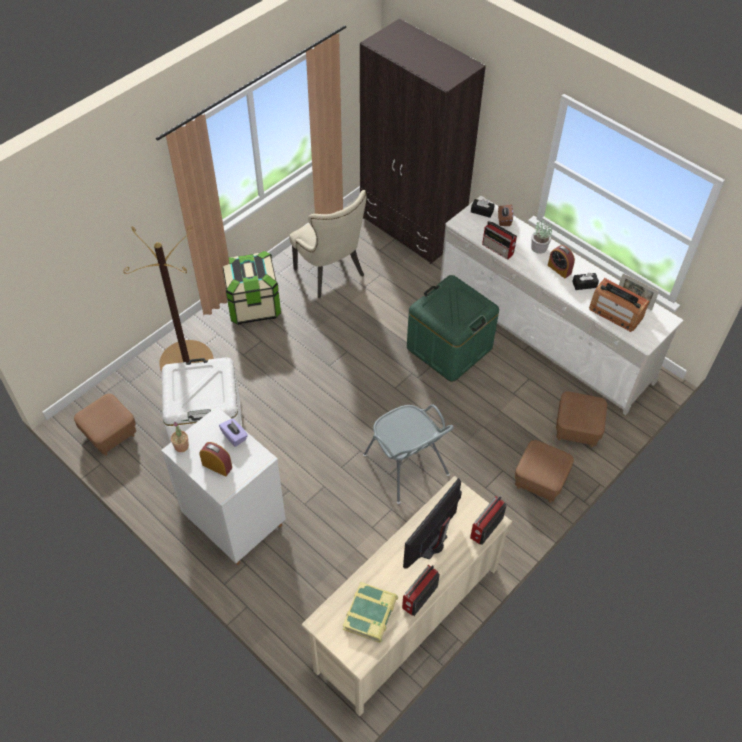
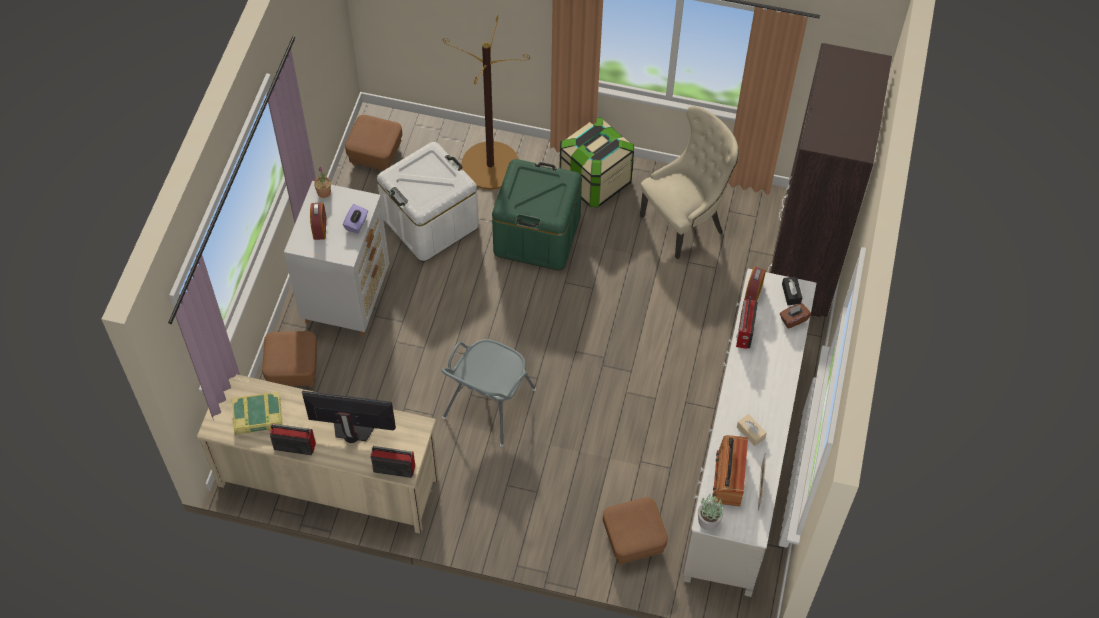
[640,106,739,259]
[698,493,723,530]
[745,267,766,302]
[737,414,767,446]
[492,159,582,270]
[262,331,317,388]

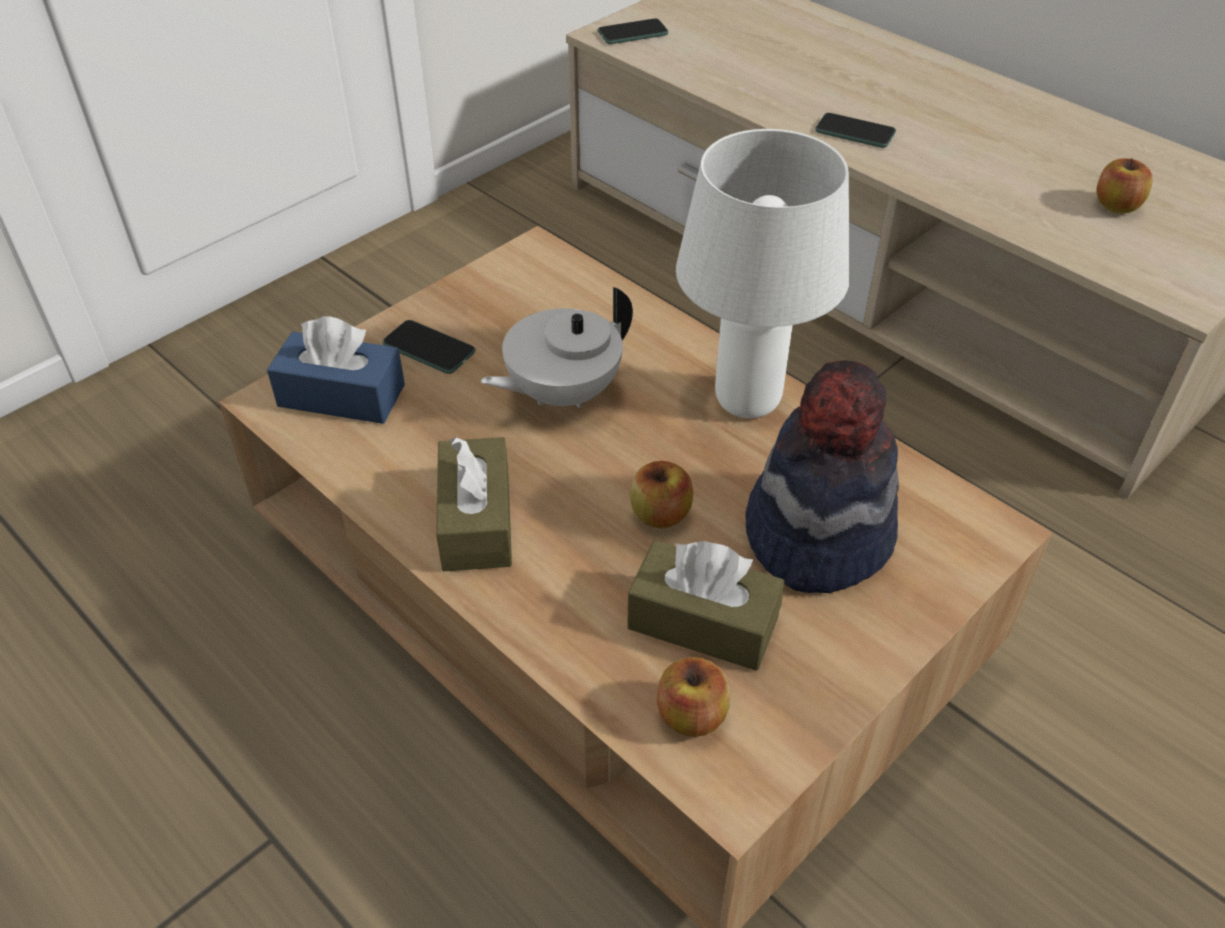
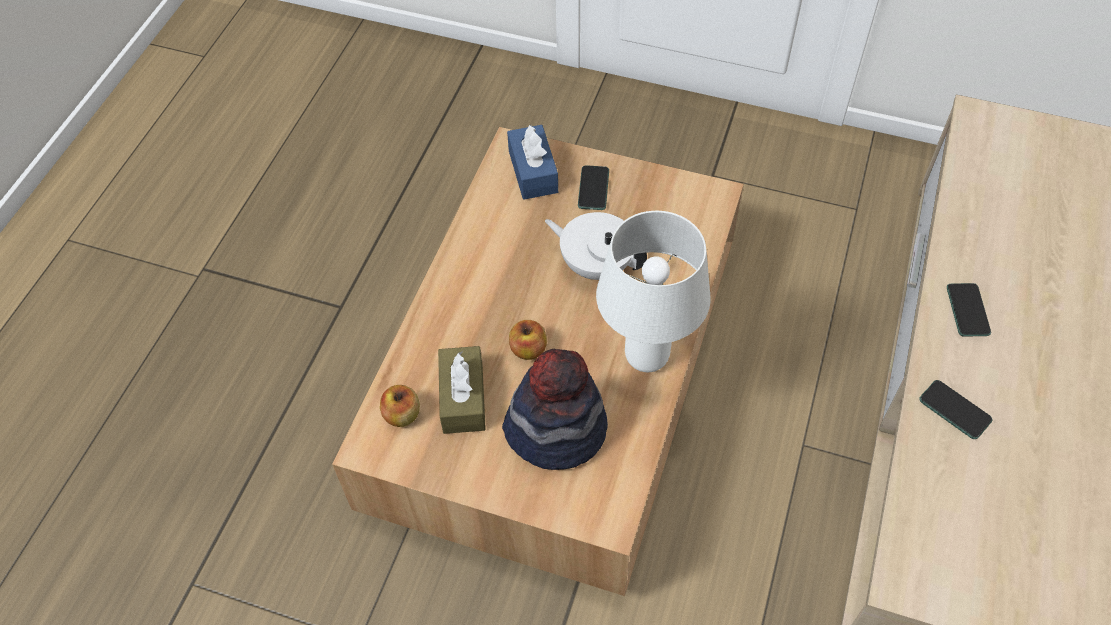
[919,380,993,439]
[1096,158,1153,214] (first image)
[436,437,512,571] (first image)

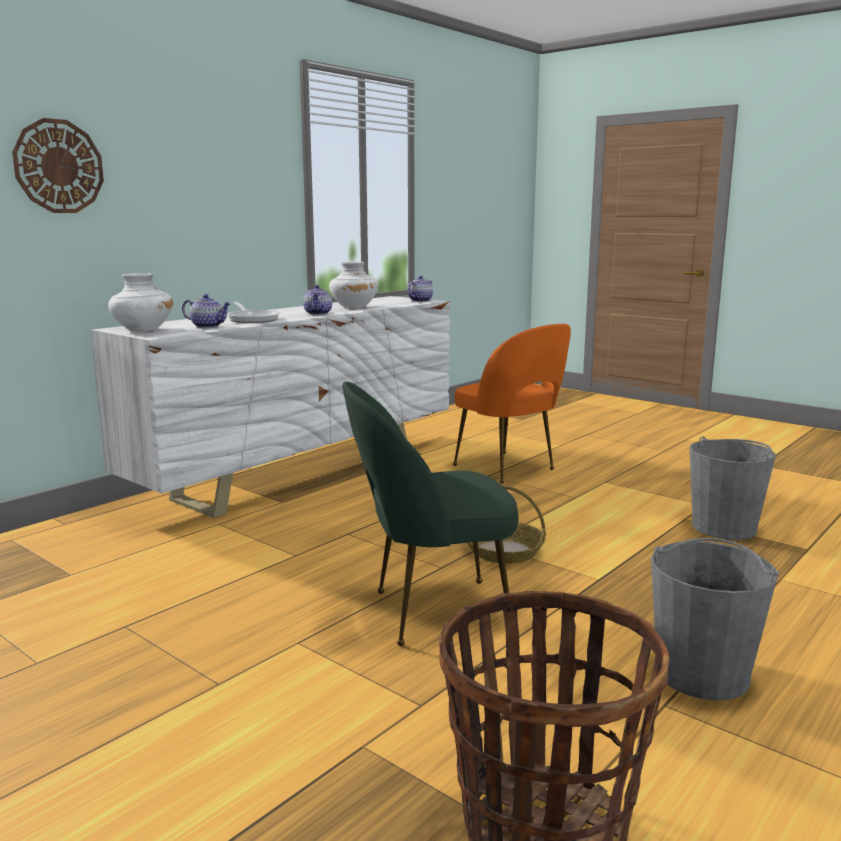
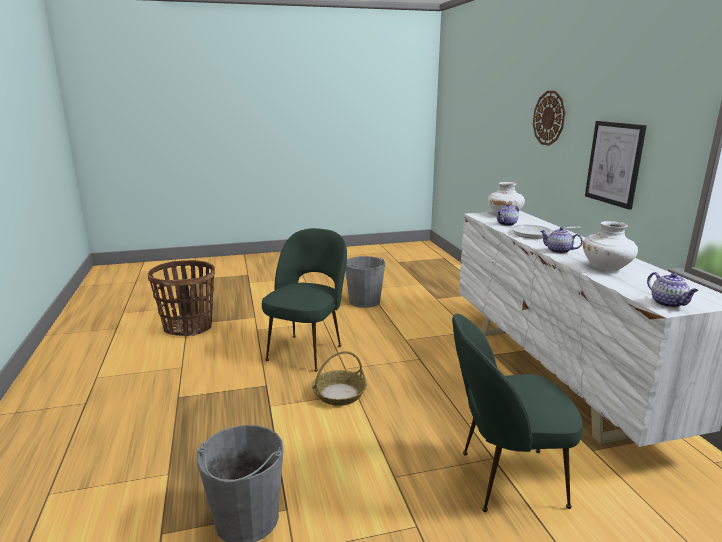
[452,314,583,512]
[345,256,385,308]
[585,121,647,210]

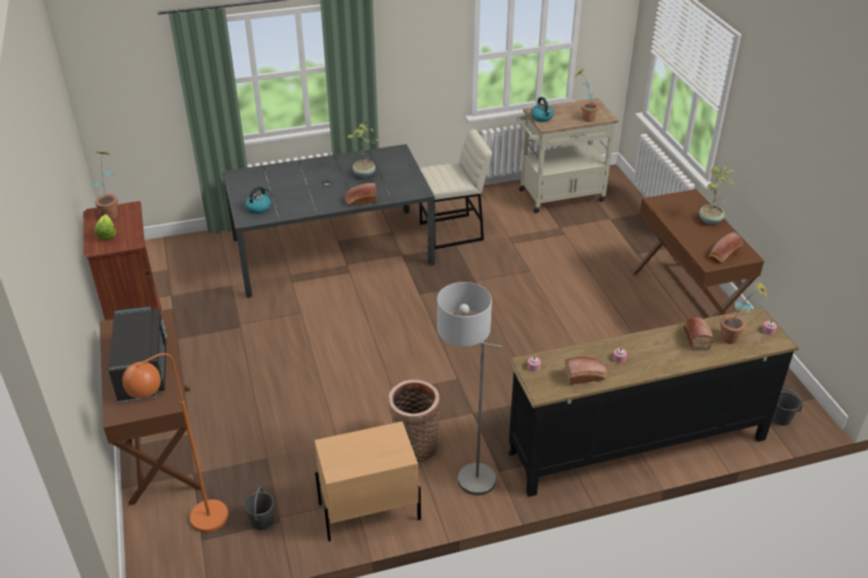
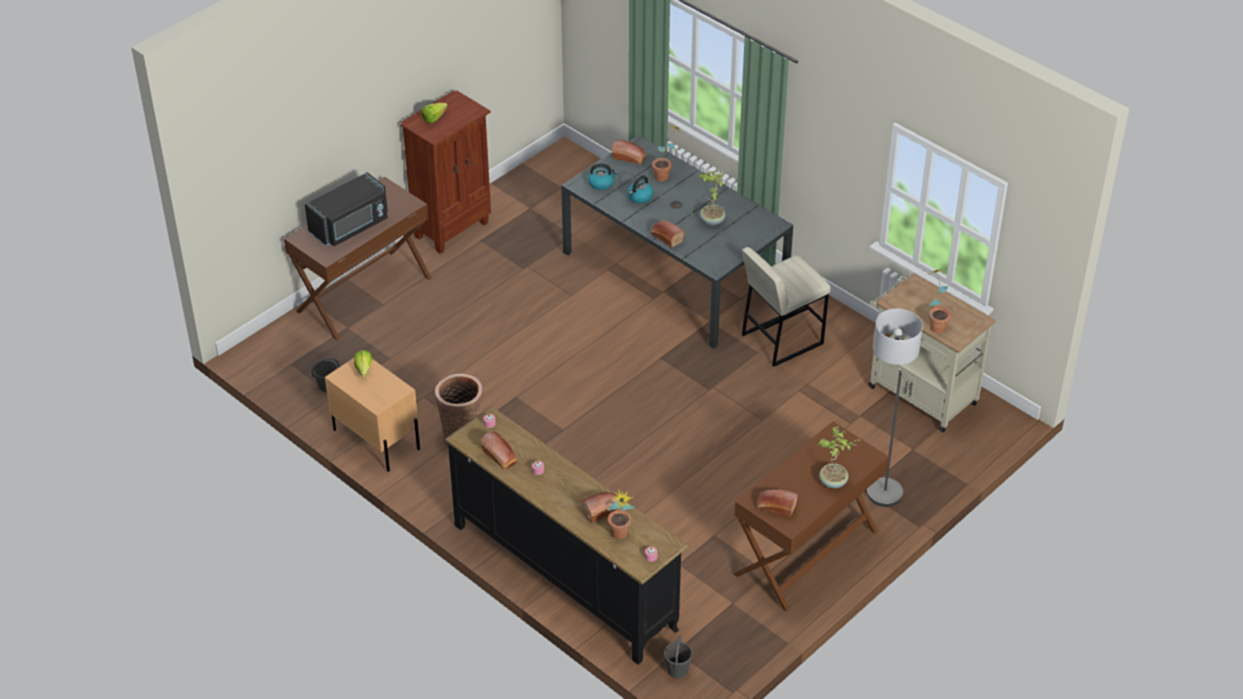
[627,175,653,203]
[742,247,831,367]
[652,123,682,181]
[867,309,923,507]
[122,353,228,533] (first image)
[612,140,646,164]
[354,350,373,378]

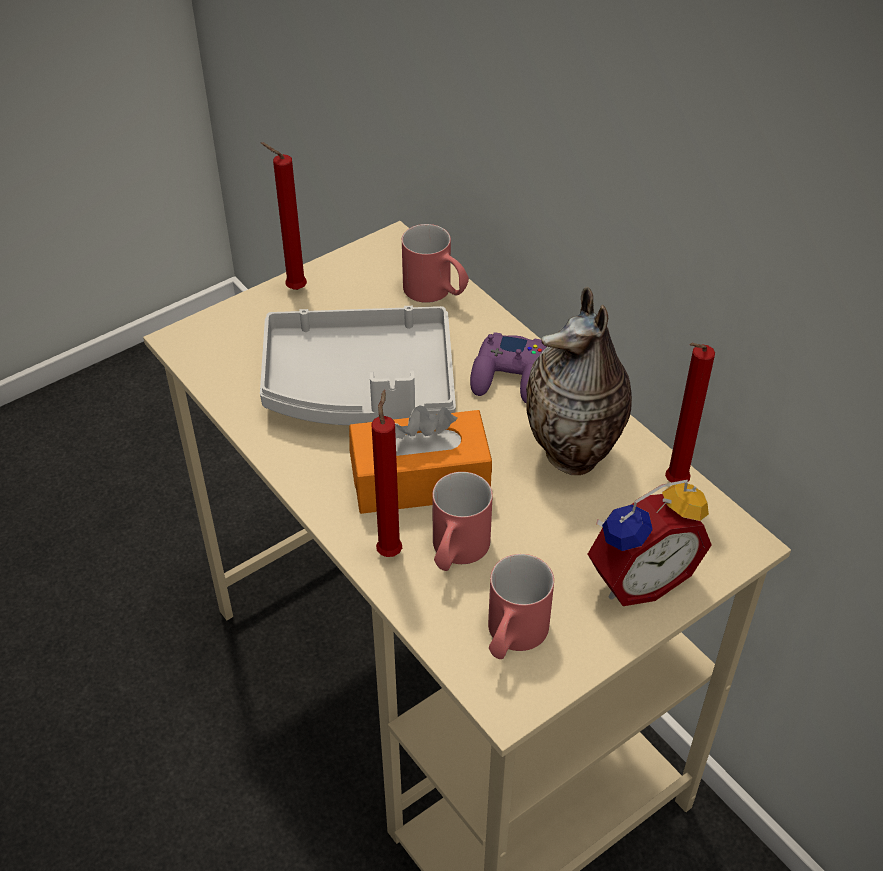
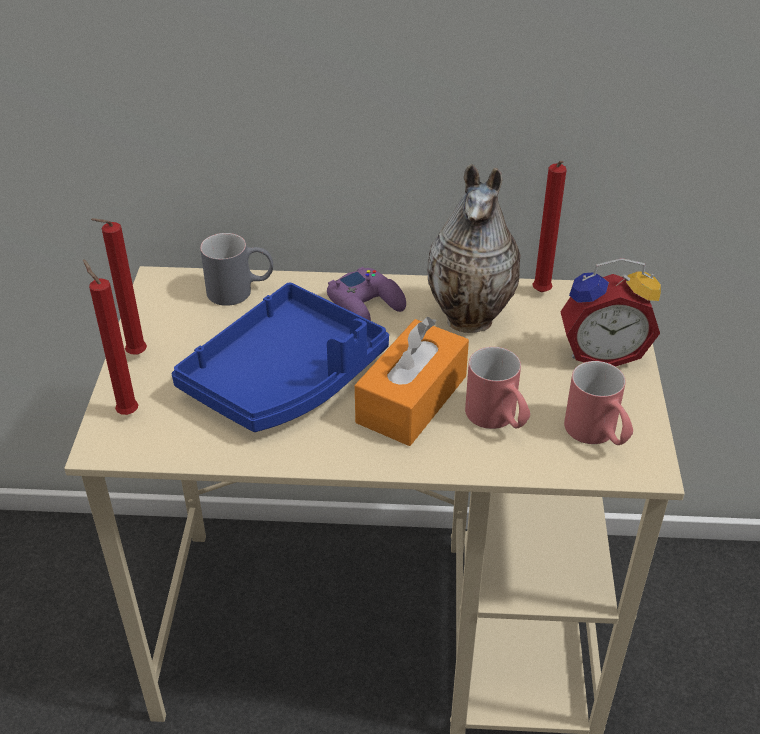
[200,233,273,306]
[172,282,389,432]
[83,259,138,415]
[560,258,661,367]

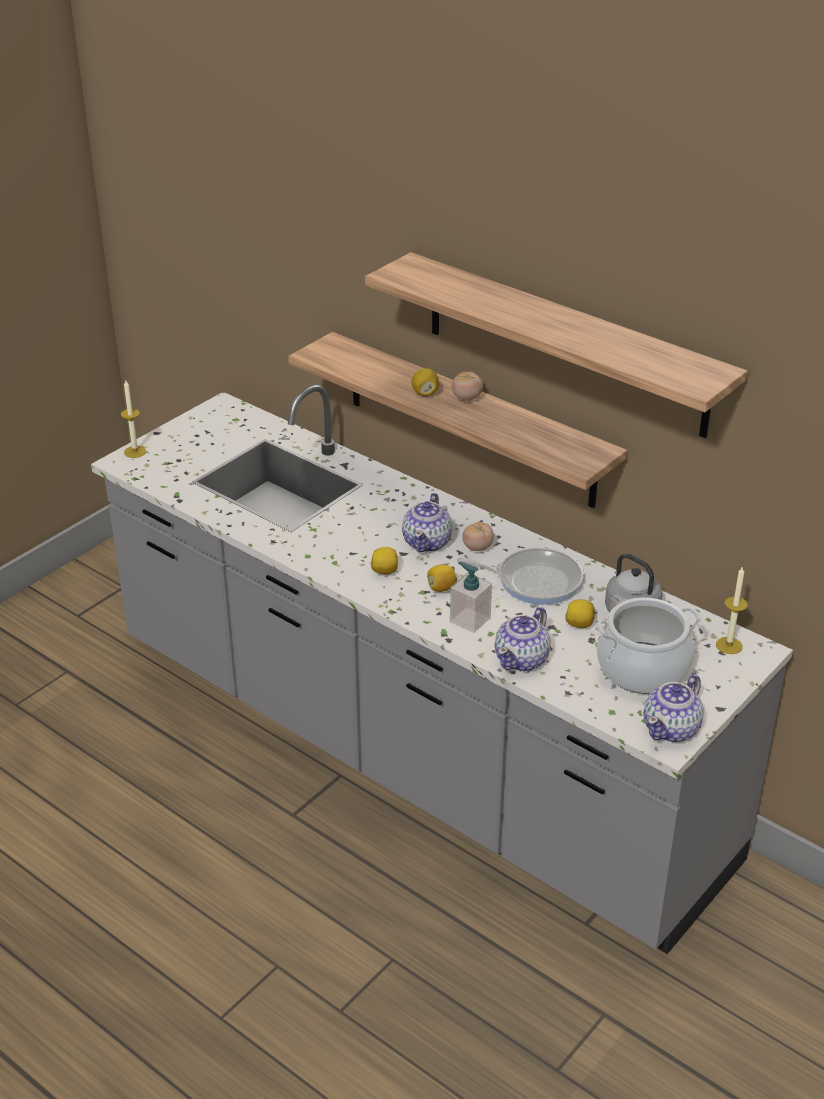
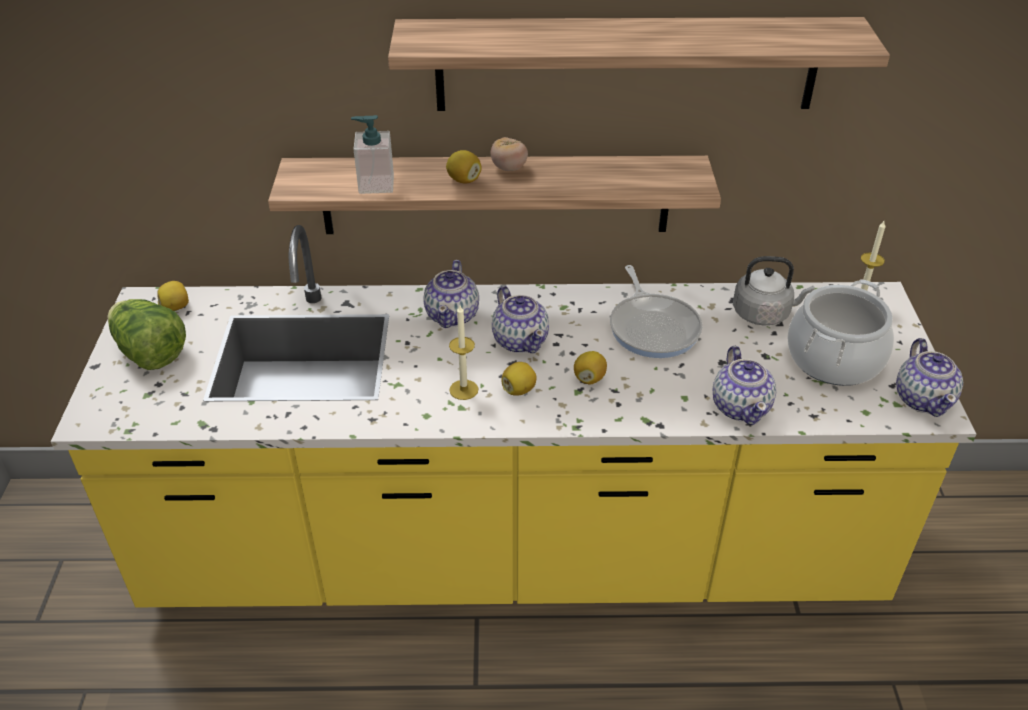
[449,305,478,400]
[51,225,976,607]
[462,522,494,551] (first image)
[610,265,702,358]
[351,115,394,194]
[157,281,189,311]
[423,260,479,328]
[107,299,186,370]

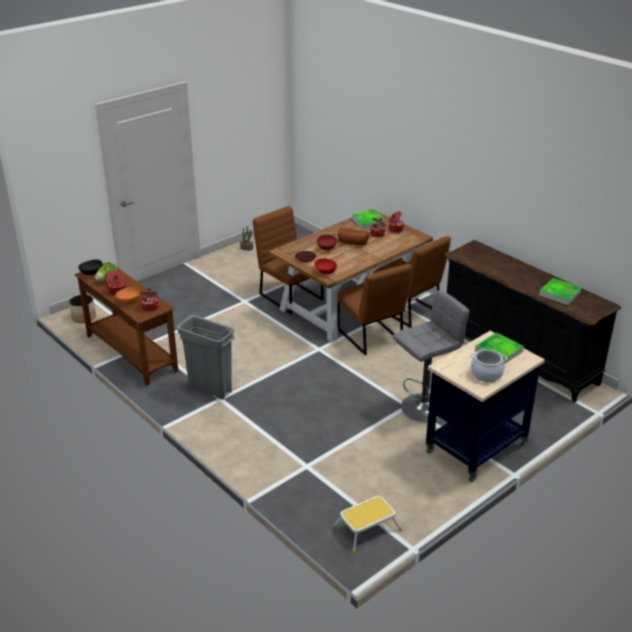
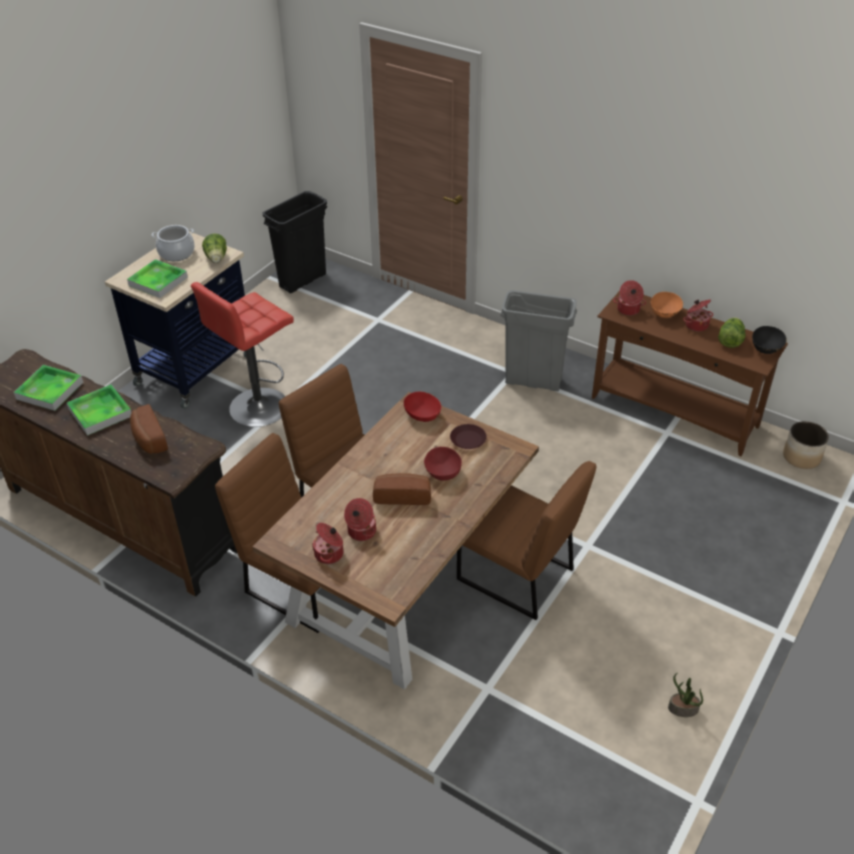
[67,384,132,436]
[191,282,294,427]
[263,191,327,293]
[202,234,227,263]
[130,404,168,454]

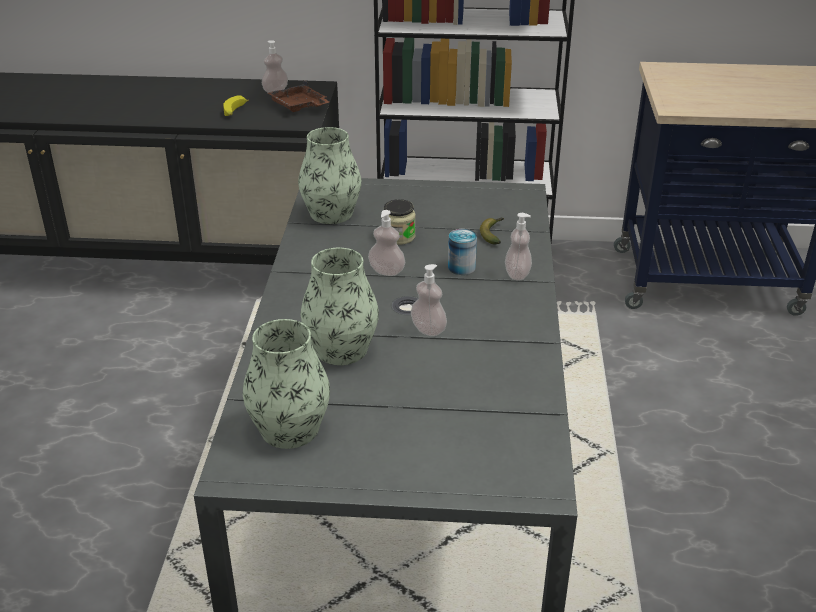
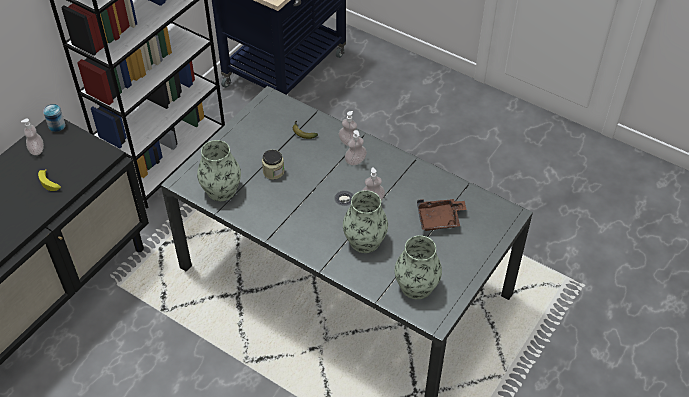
[417,199,467,231]
[345,130,367,165]
[43,104,66,132]

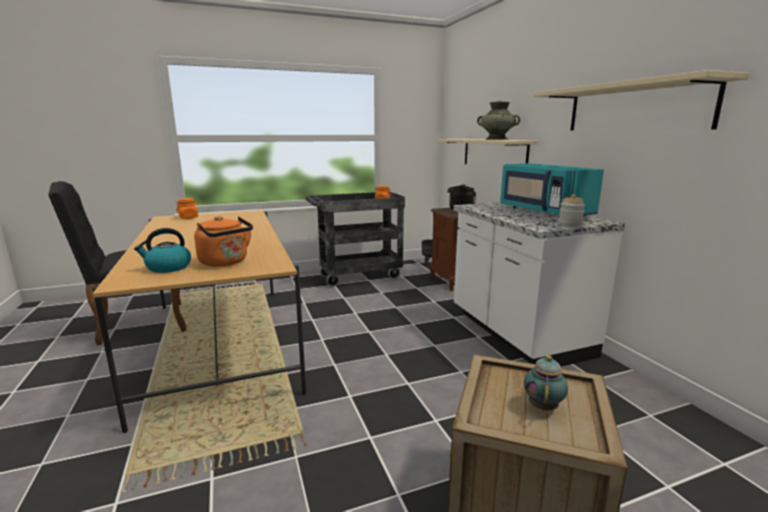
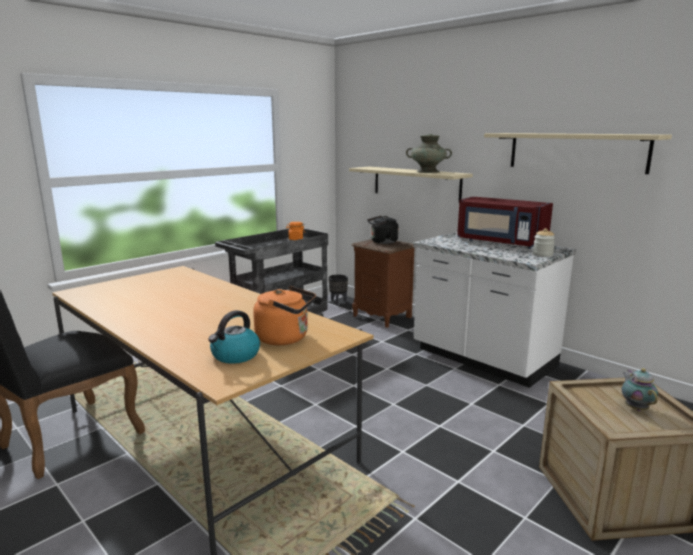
[457,197,553,249]
[176,198,199,219] (first image)

